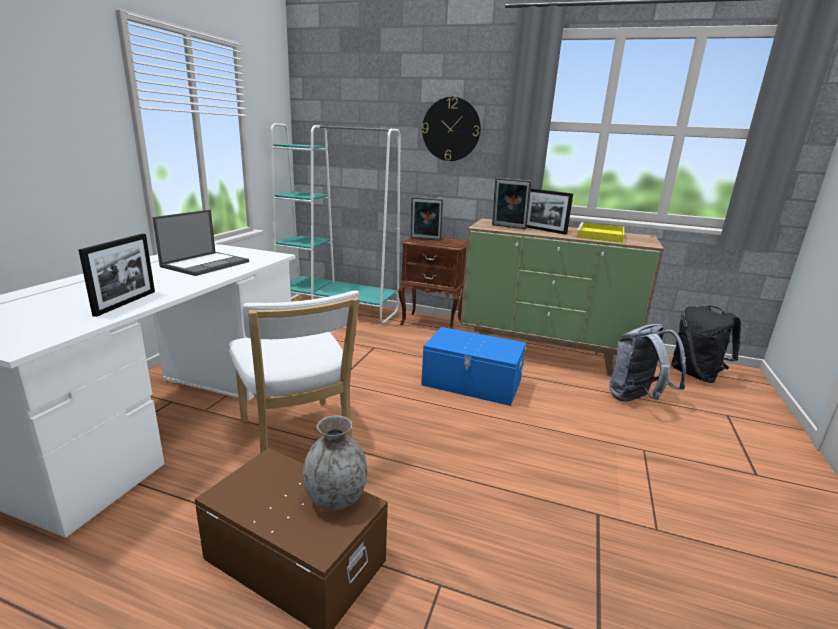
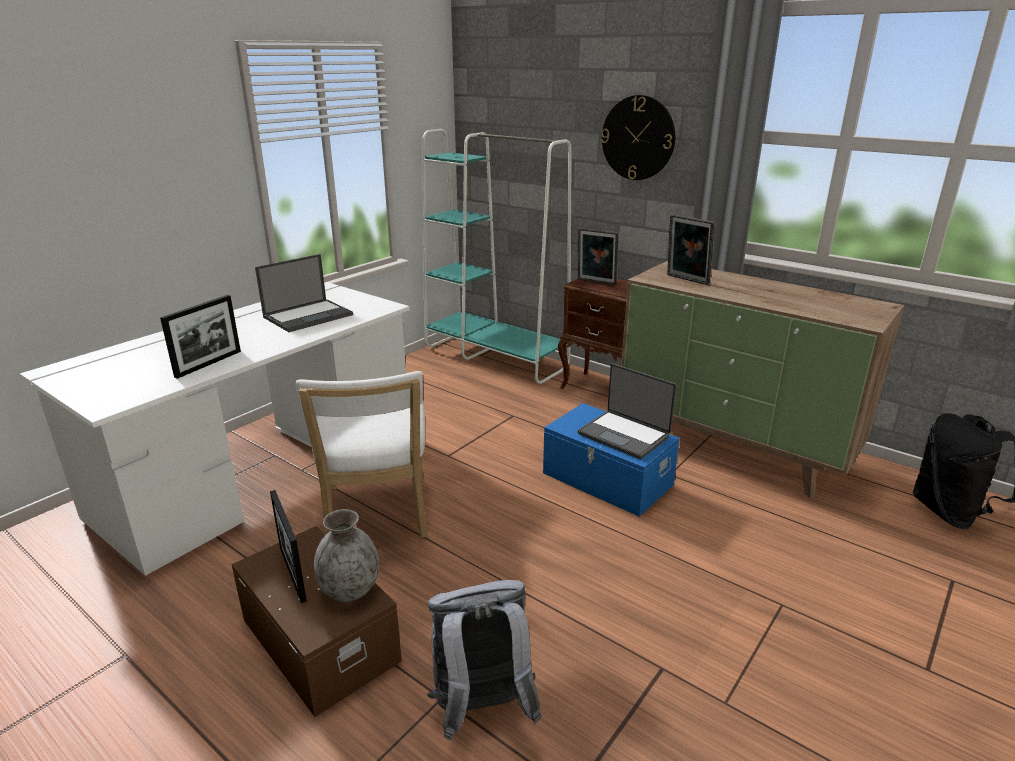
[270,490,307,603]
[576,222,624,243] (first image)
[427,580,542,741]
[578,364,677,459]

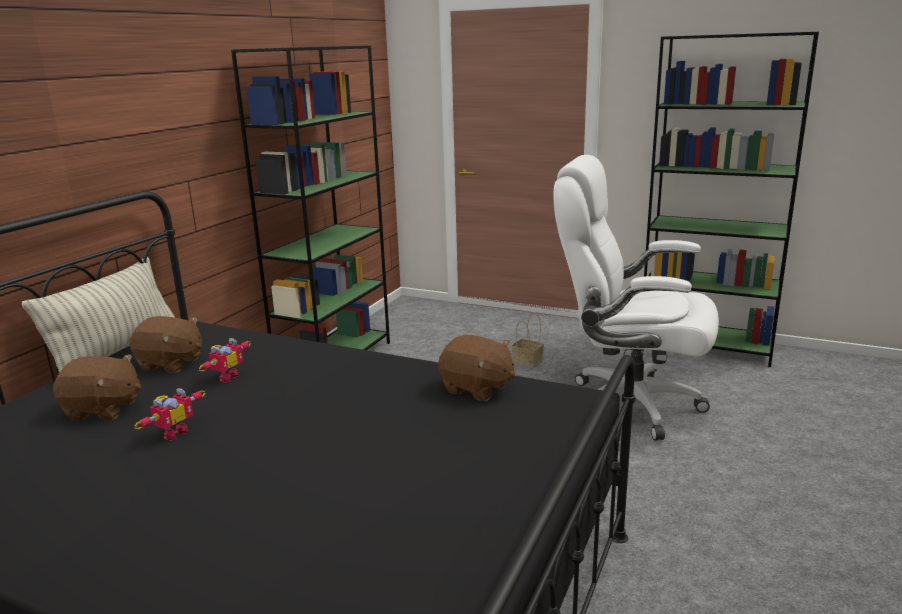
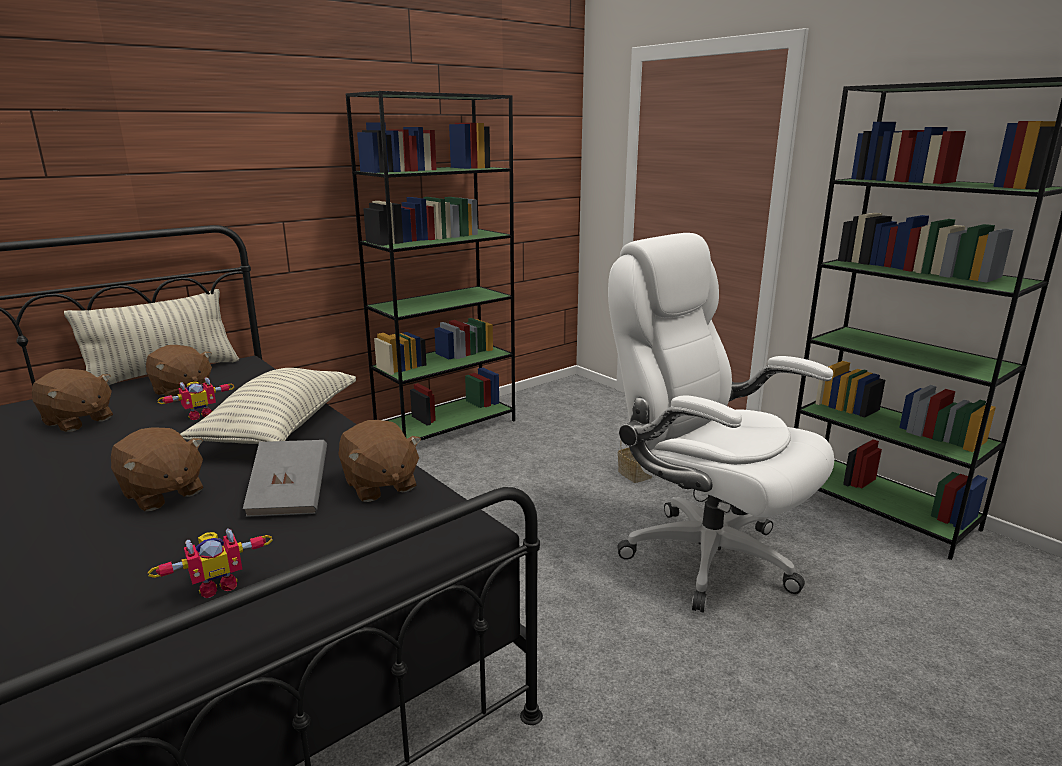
[148,528,273,598]
[180,368,356,444]
[111,427,203,511]
[243,440,327,517]

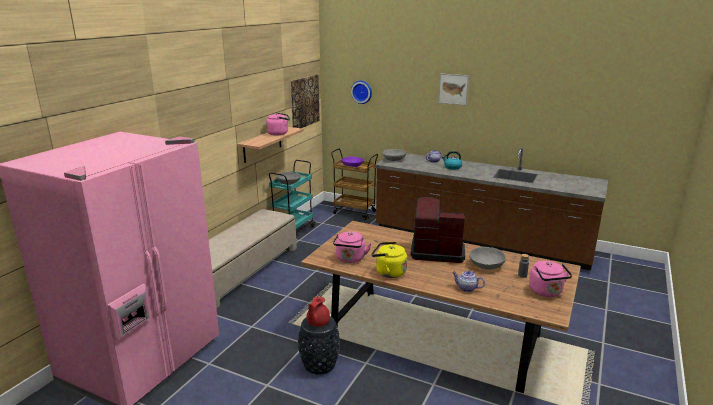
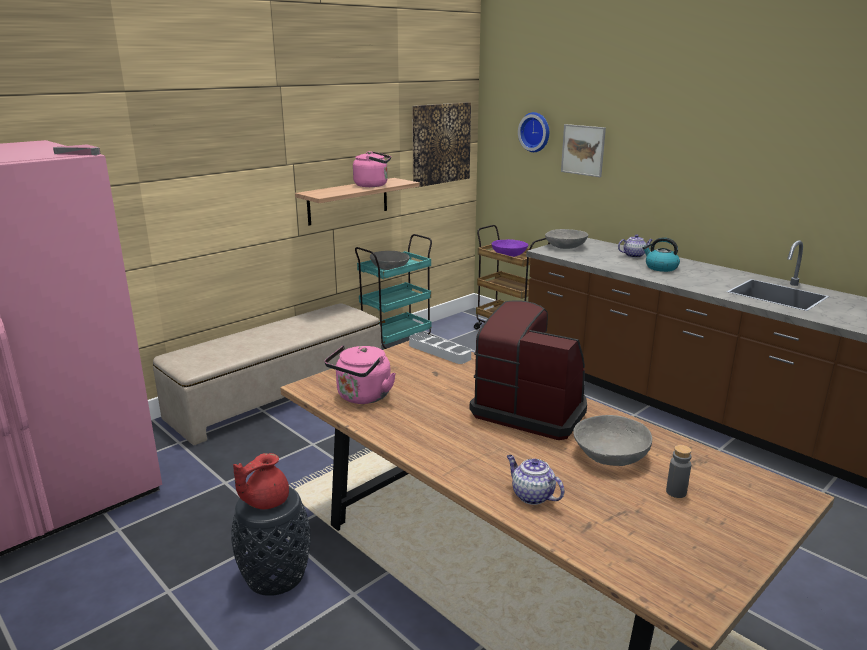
[561,124,606,177]
[371,242,407,278] (first image)
[529,261,572,297] (first image)
[409,332,471,364]

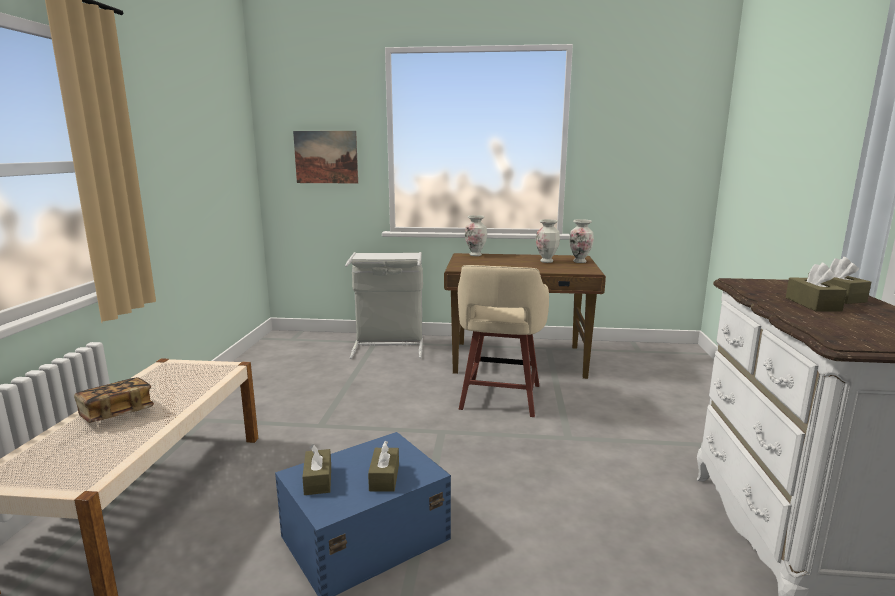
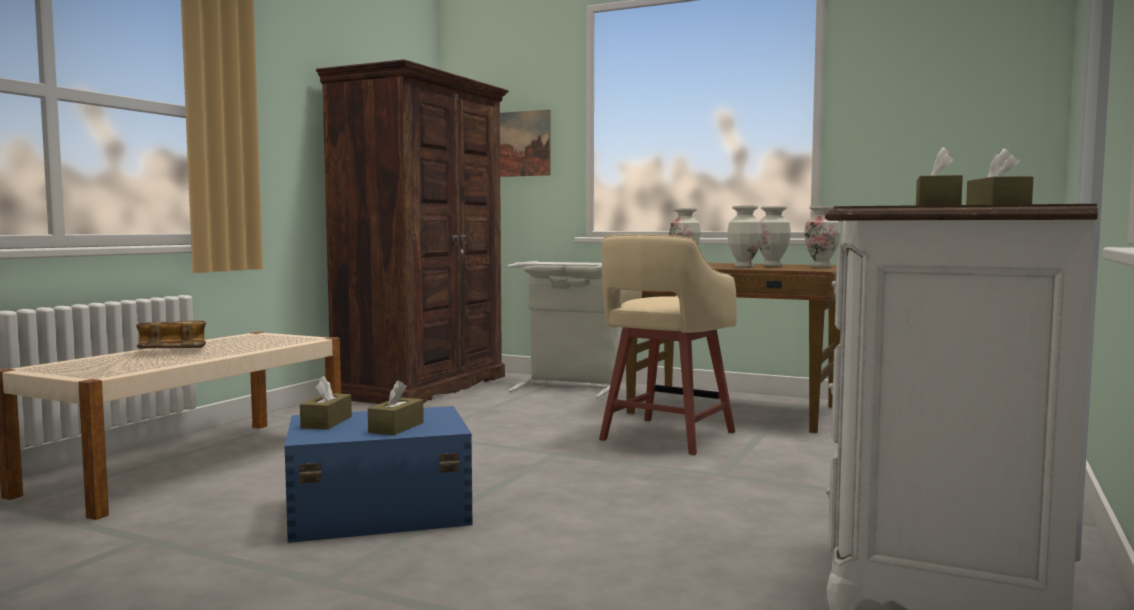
[316,59,509,404]
[727,206,762,268]

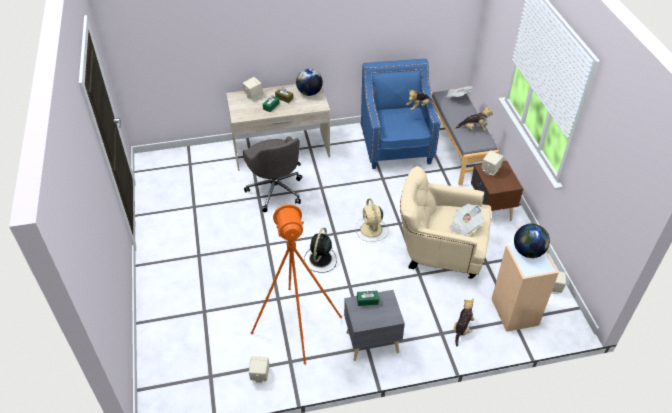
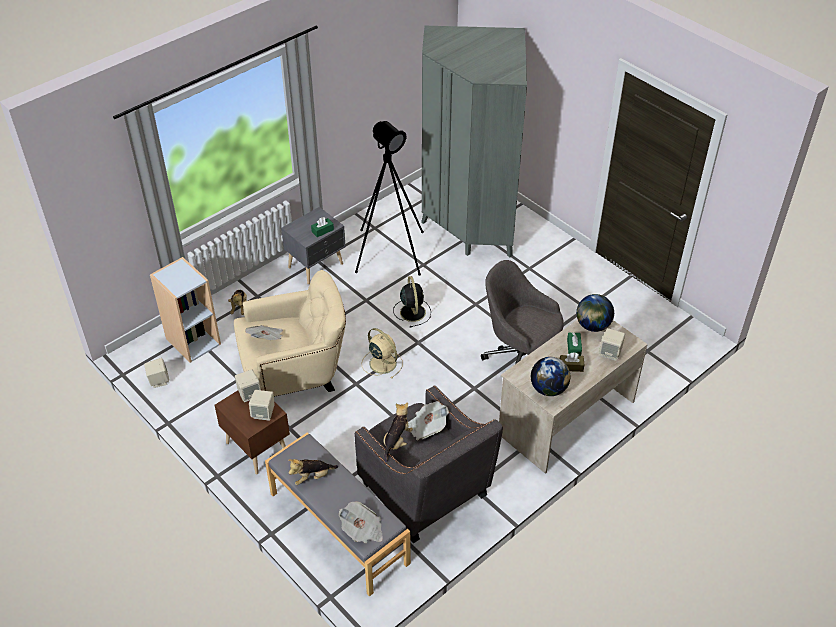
[355,386,503,543]
[355,121,424,276]
[576,294,614,332]
[235,369,261,402]
[421,26,527,257]
[408,401,449,440]

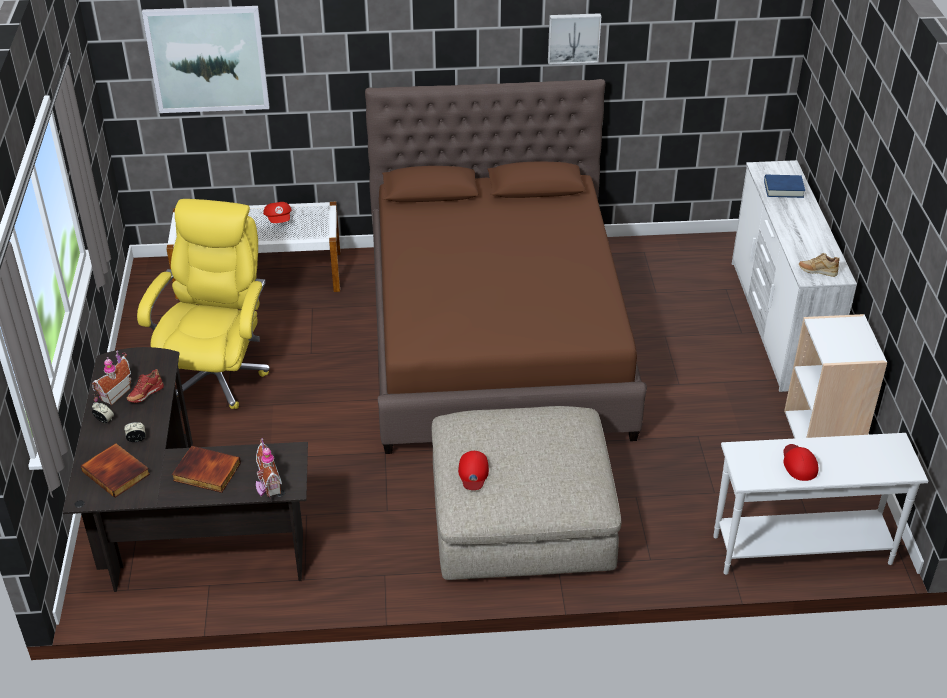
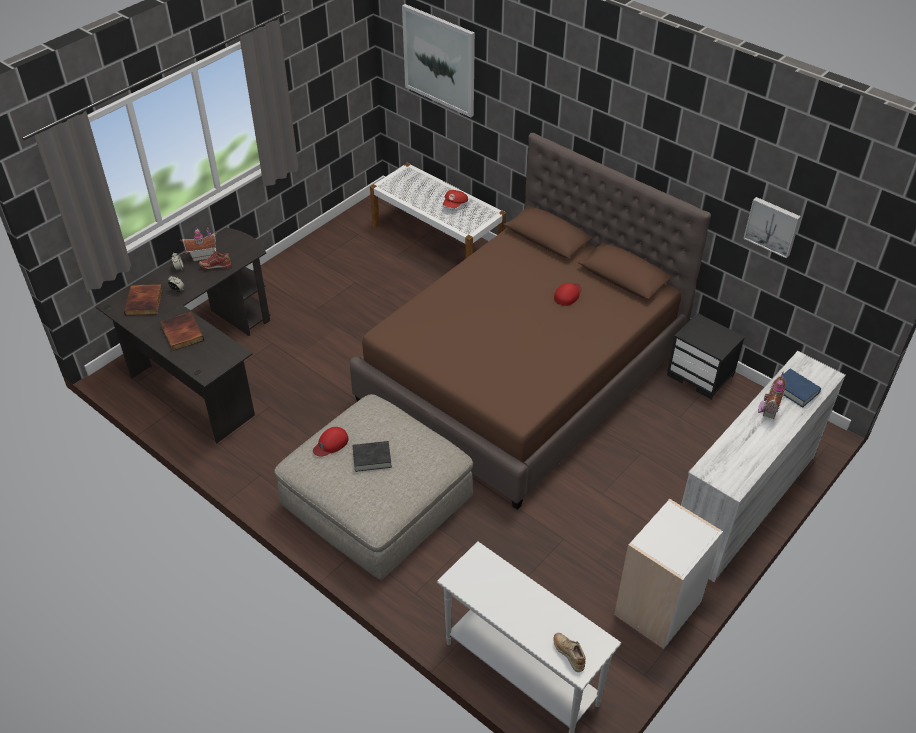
[743,197,801,259]
[137,199,270,409] (first image)
[553,633,586,672]
[758,372,785,420]
[554,283,582,306]
[667,313,745,400]
[352,441,392,472]

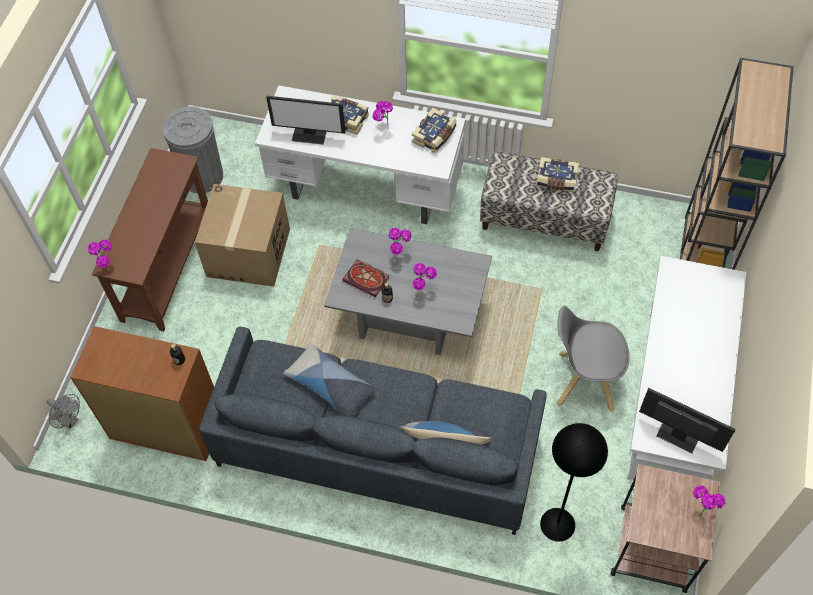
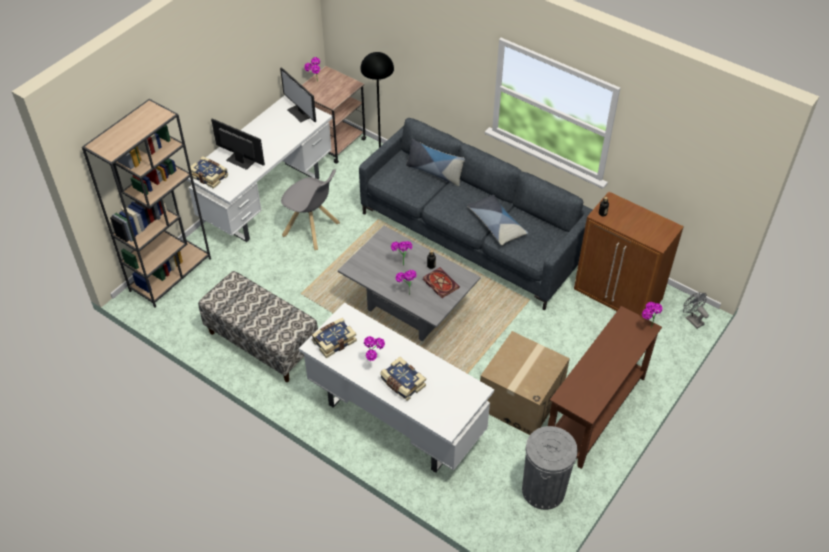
[211,118,265,170]
[188,156,228,189]

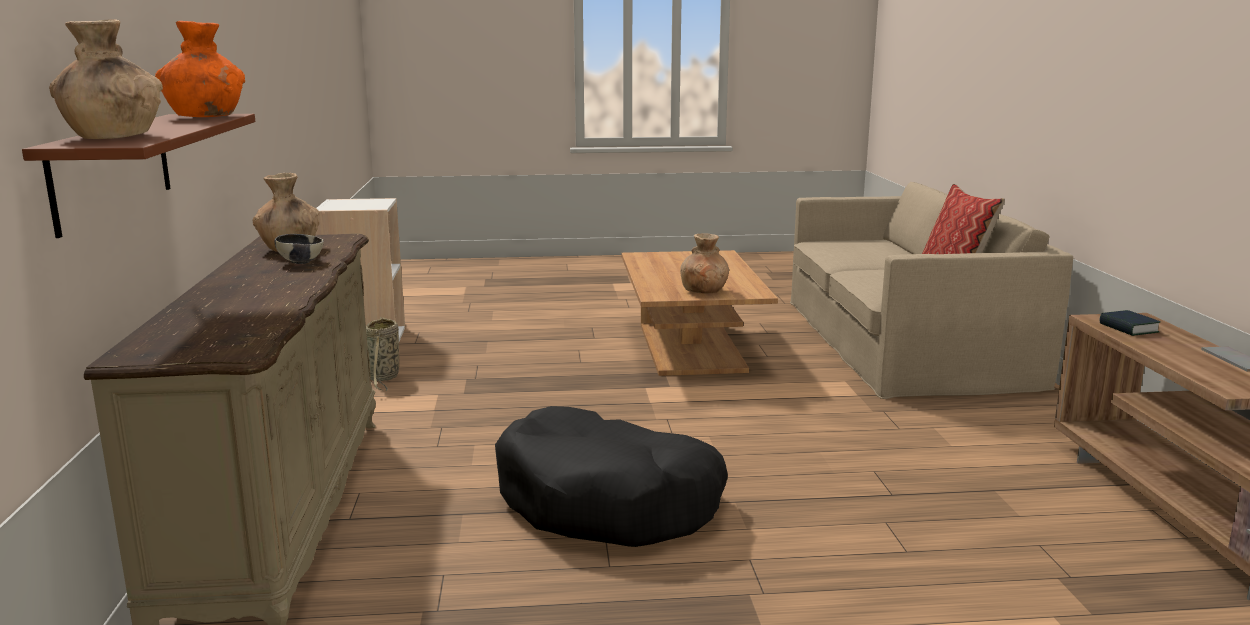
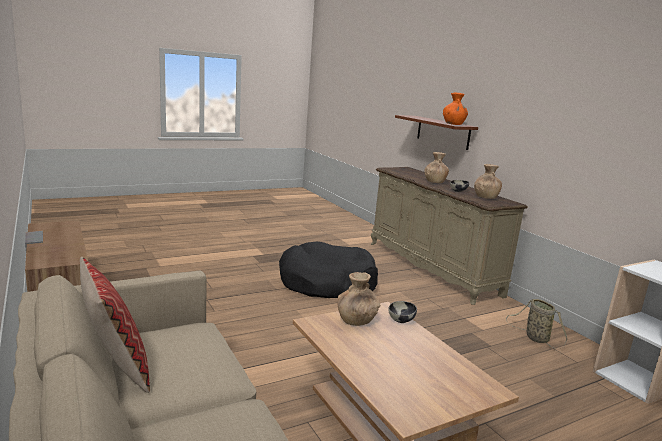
[424,152,449,183]
[1100,310,1161,336] (first image)
[388,301,417,323]

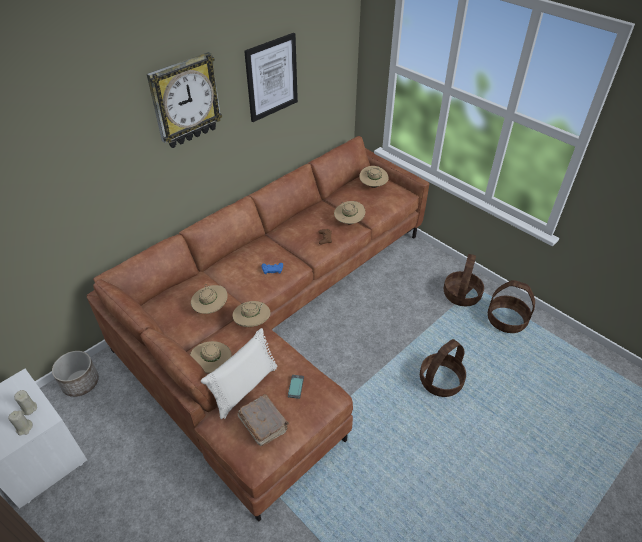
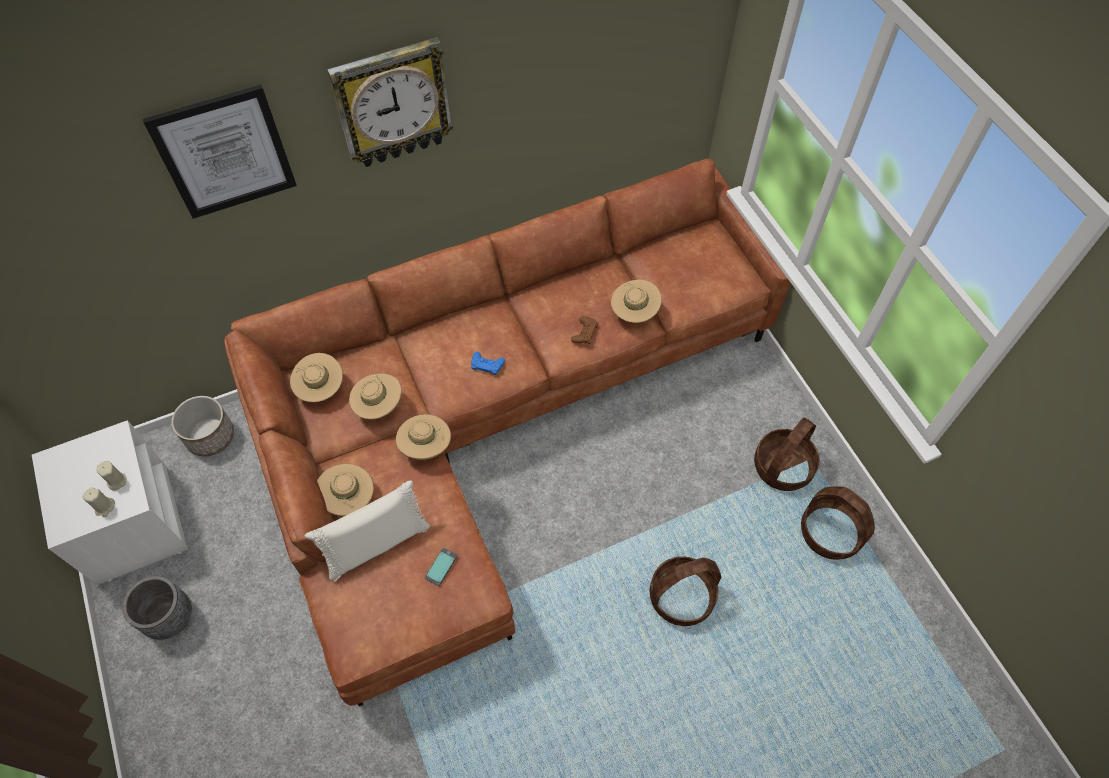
[143,85,297,219]
[290,353,343,402]
[238,394,289,446] (first image)
[122,576,192,640]

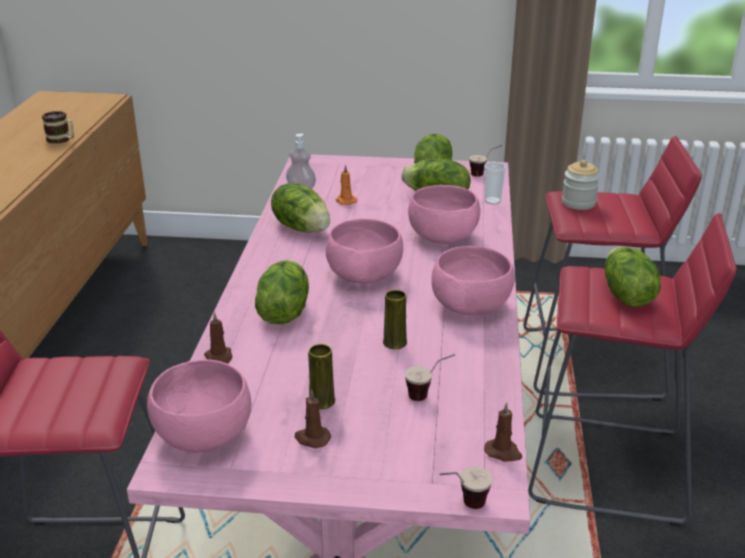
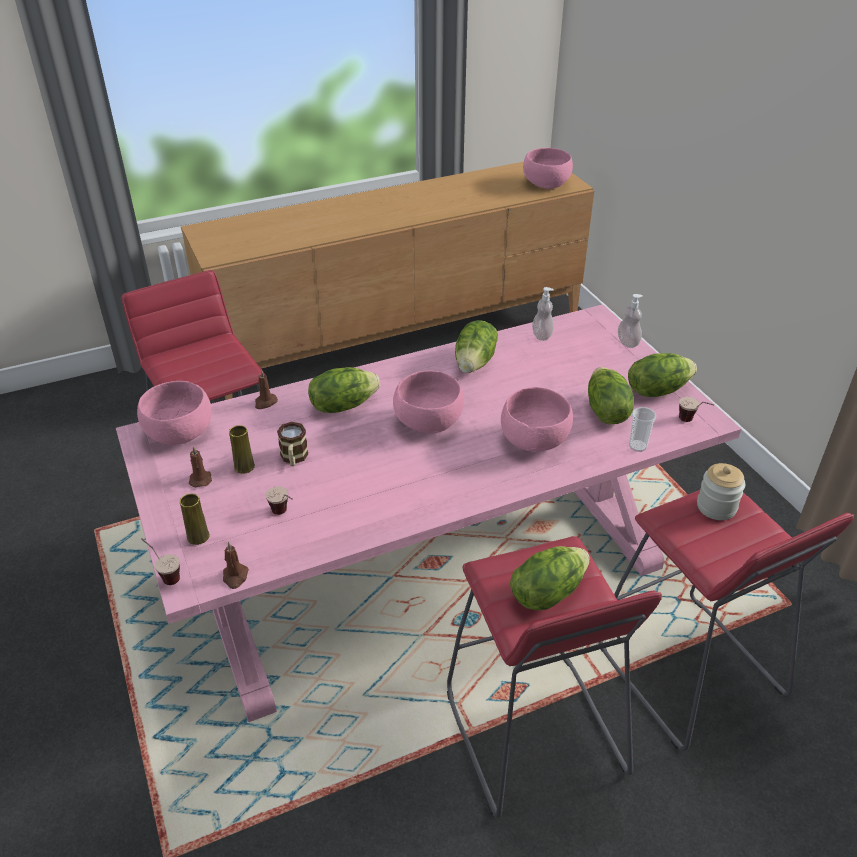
[277,422,308,466]
[336,164,357,205] (first image)
[523,148,573,189]
[180,493,210,545]
[618,294,643,348]

